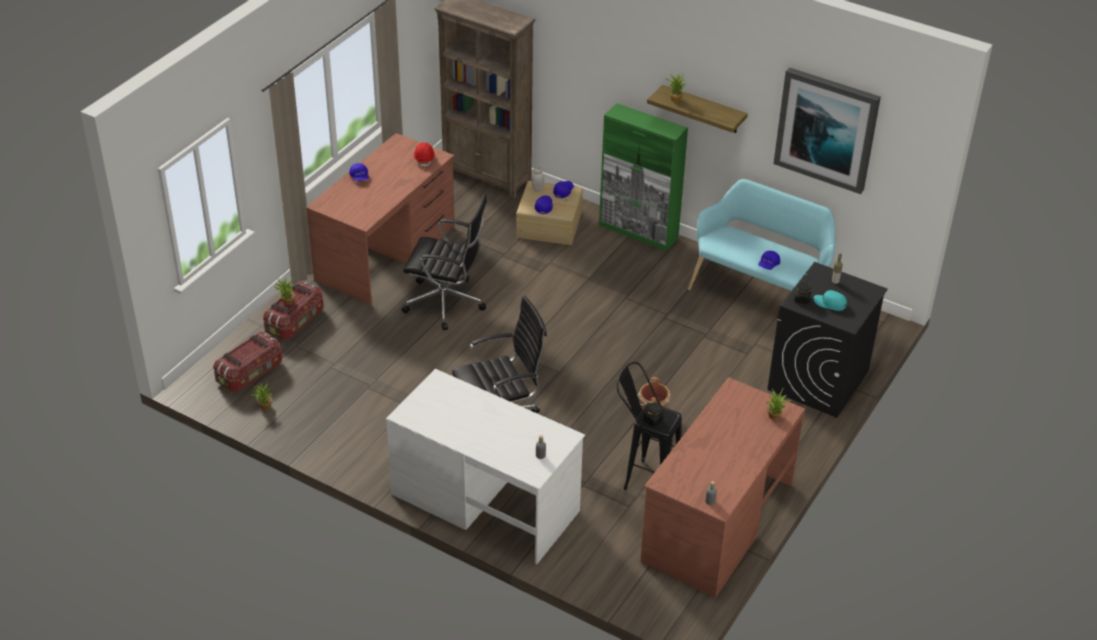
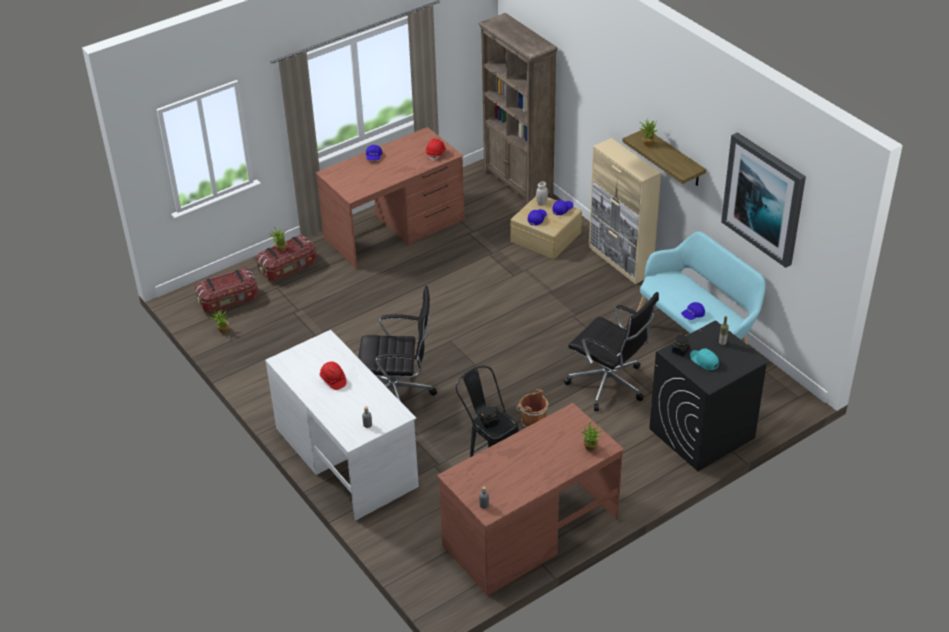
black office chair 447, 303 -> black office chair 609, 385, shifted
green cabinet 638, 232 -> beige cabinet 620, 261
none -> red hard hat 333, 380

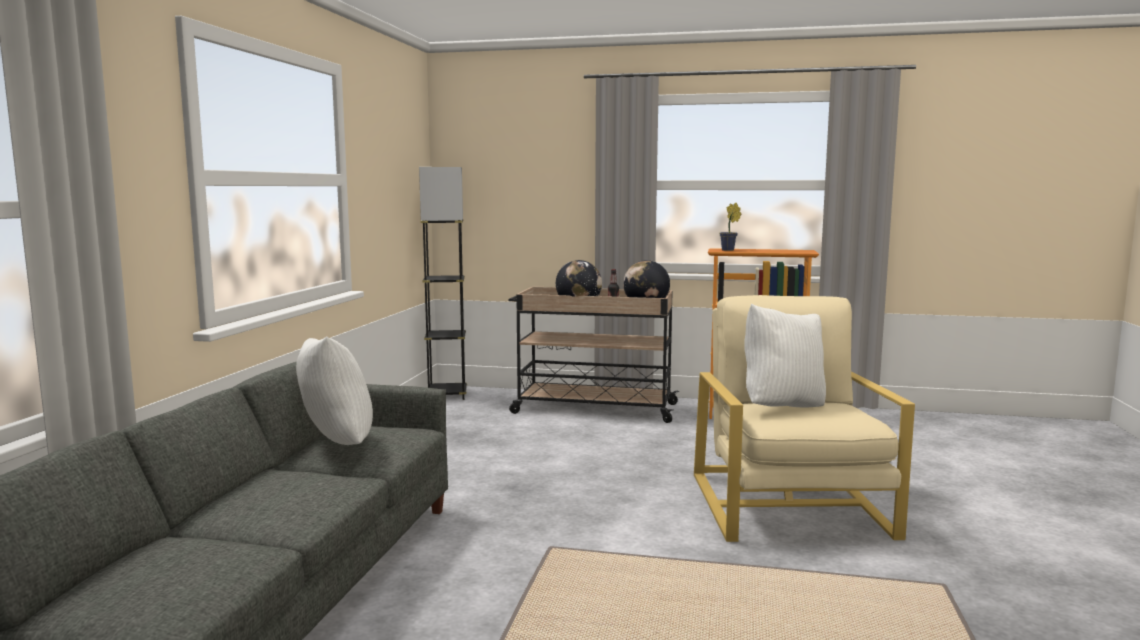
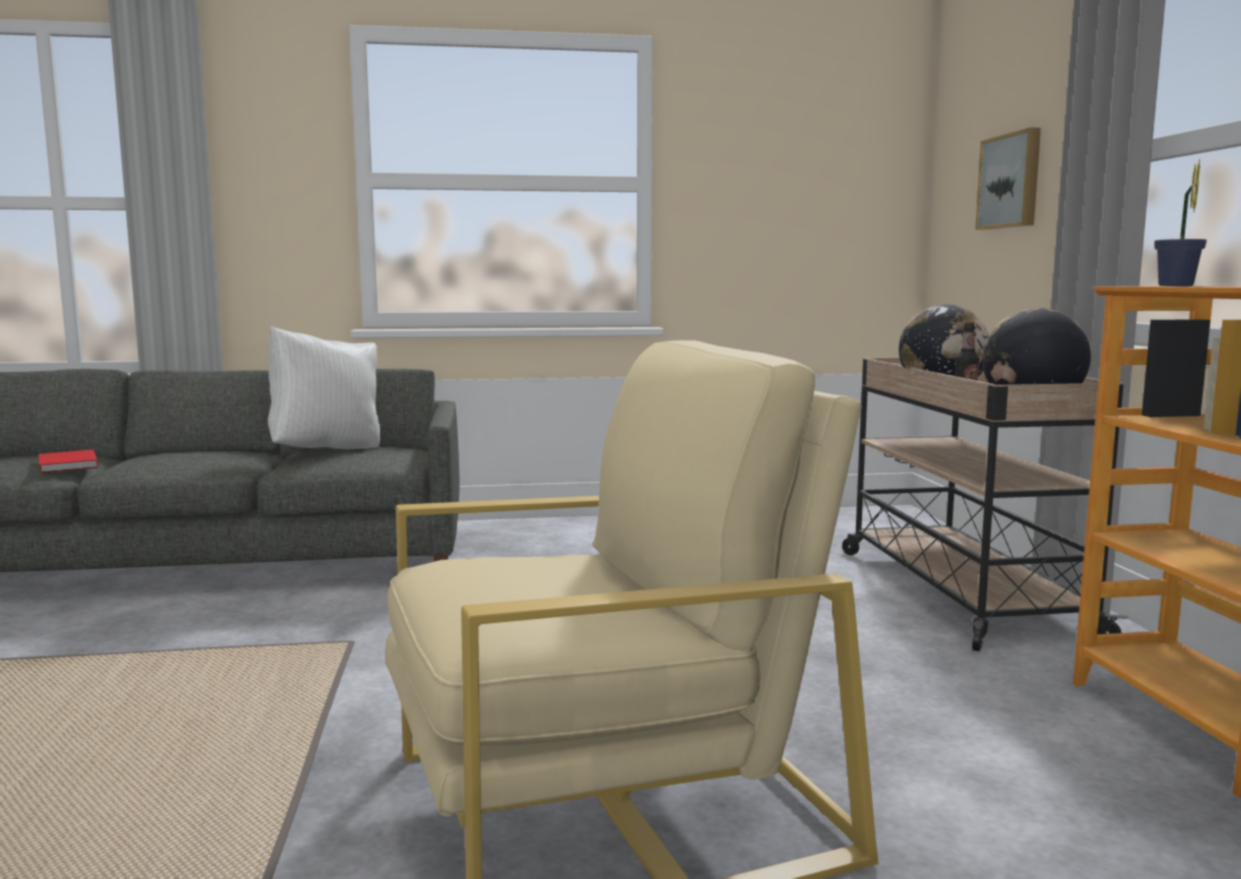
grey floor lamp 447, 395 -> none
white pillow 782, 407 -> none
none -> red book 67, 465
none -> picture 1011, 181

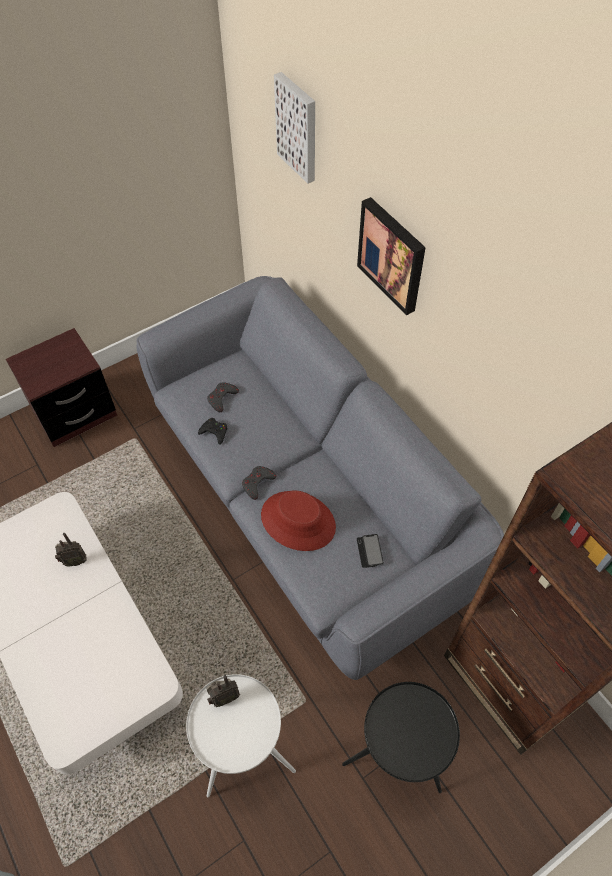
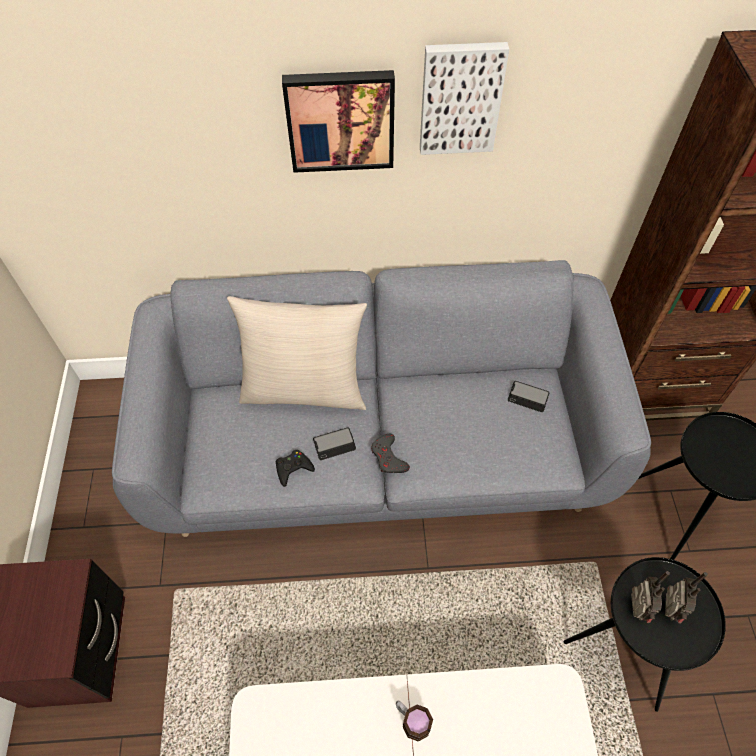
radio 75, 561 -> radio 667, 609, shifted
white side table 244, 750 -> black side table 622, 649
grey game controller 222, 398 -> none
red hat 298, 521 -> none
picture 298, 127 -> picture 460, 98, shifted
none -> beige pillow 304, 389
none -> phone 334, 444
none -> mug 411, 720

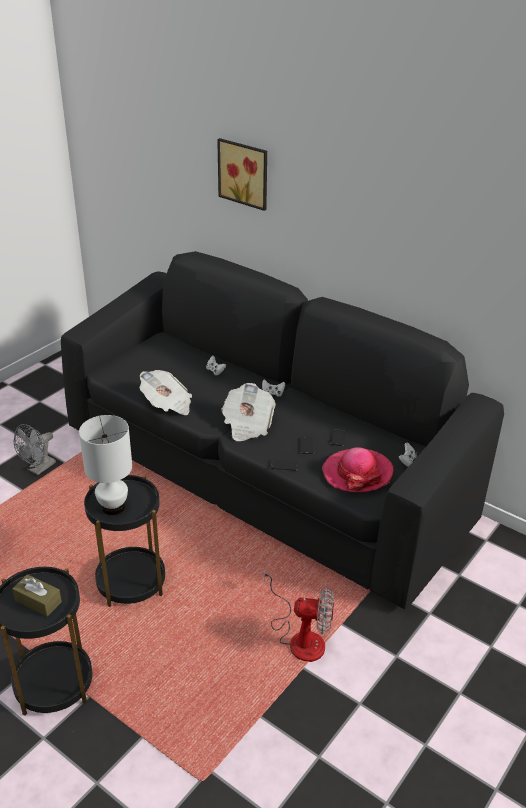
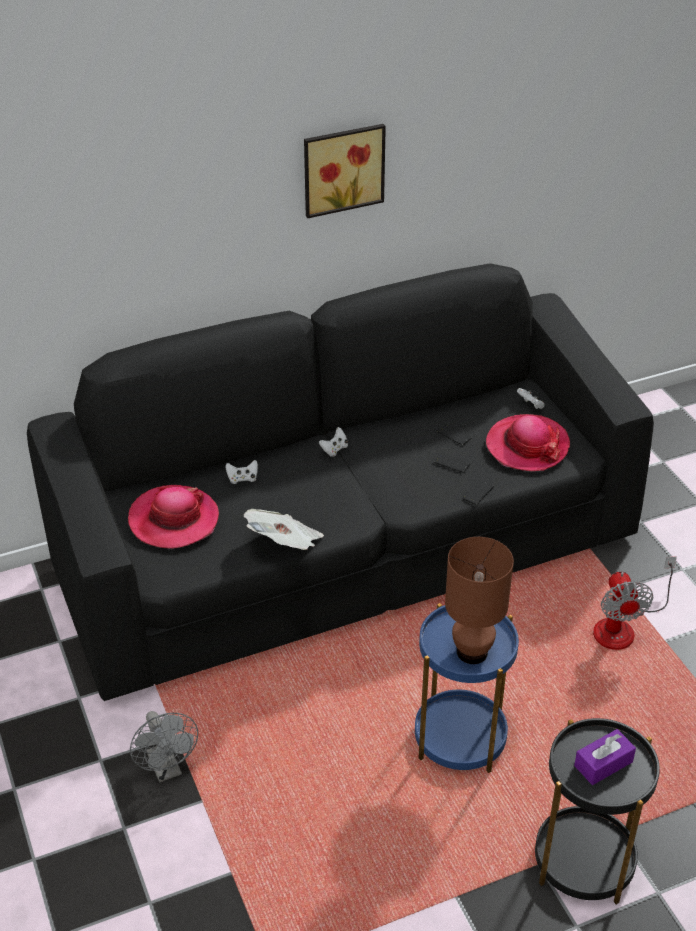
brown tissue box 38, 601 -> purple tissue box 603, 764
white table lamp 112, 507 -> brown table lamp 471, 652
black side table 131, 582 -> blue side table 460, 738
picture 244, 173 -> picture 342, 168, shifted
newspaper 247, 425 -> none
fan 300, 637 -> fan 623, 626, 135 degrees clockwise
none -> hat 173, 520

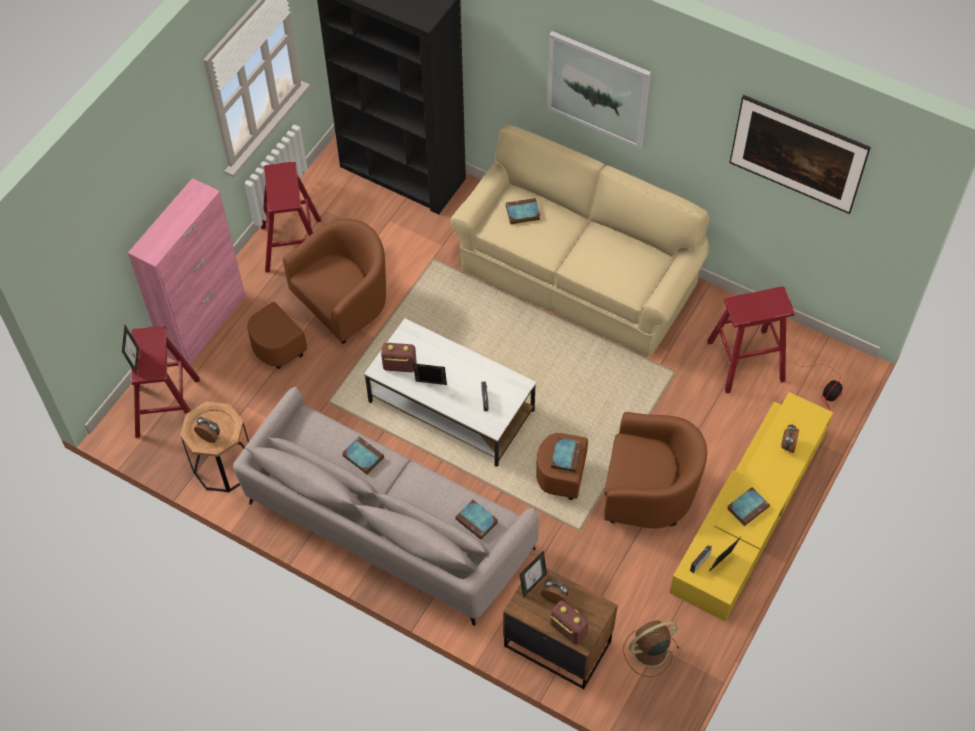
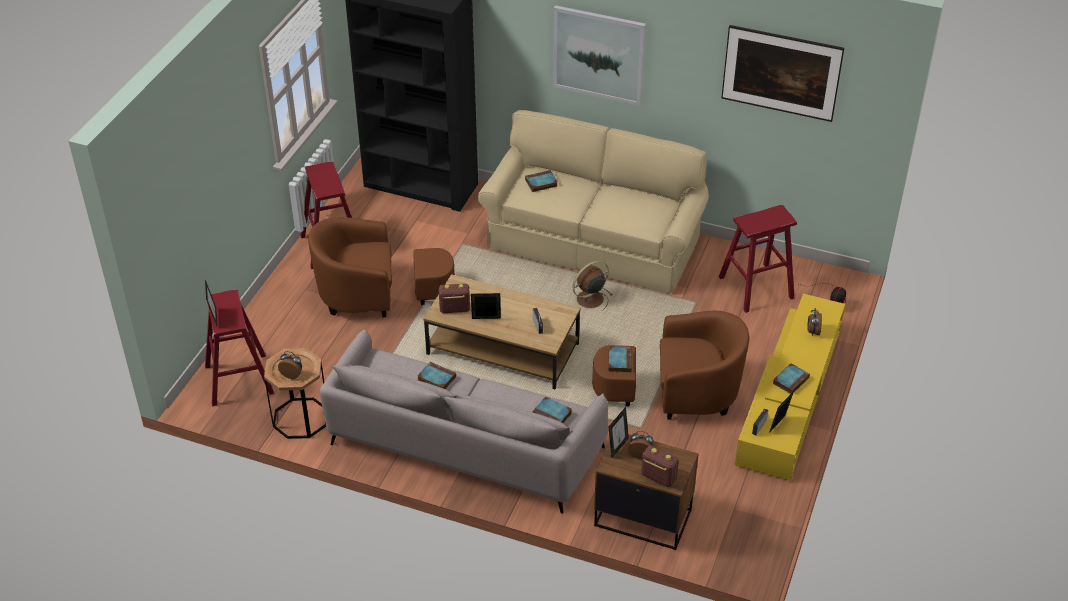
pink cabinet 204, 324 -> none
brown armchair 328, 316 -> brown armchair 376, 295, 135 degrees counterclockwise
white coffee table 451, 406 -> brown coffee table 502, 349
brown fan 648, 651 -> brown fan 588, 300, shifted

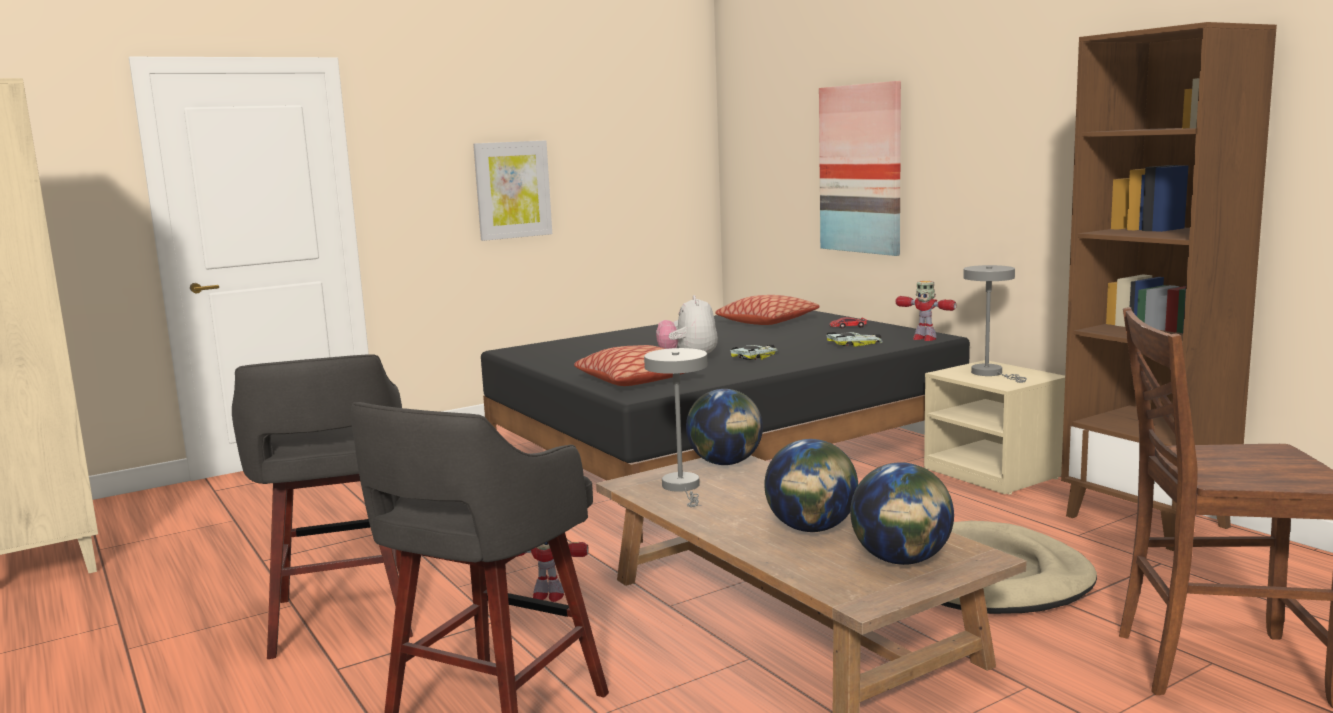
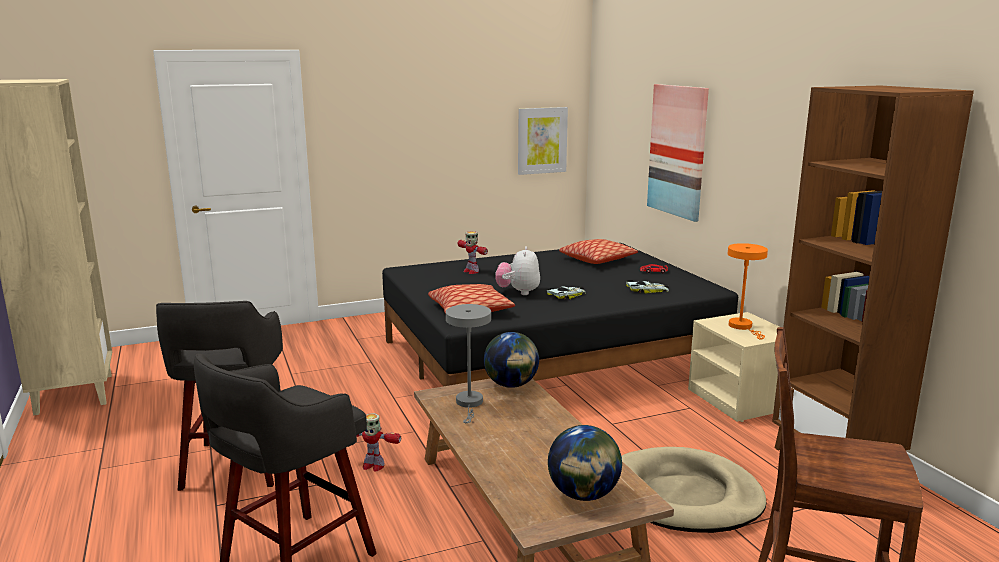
picture 512, 190 -> picture 542, 140, shifted
globe 811, 529 -> none
toy robot 924, 338 -> toy robot 471, 271, shifted
grey table lamp 991, 373 -> orange table lamp 743, 327

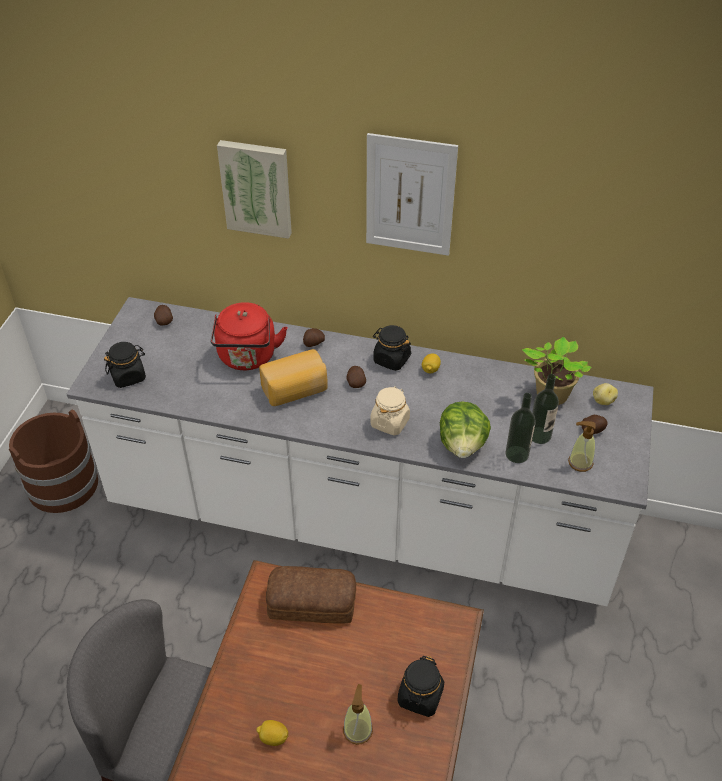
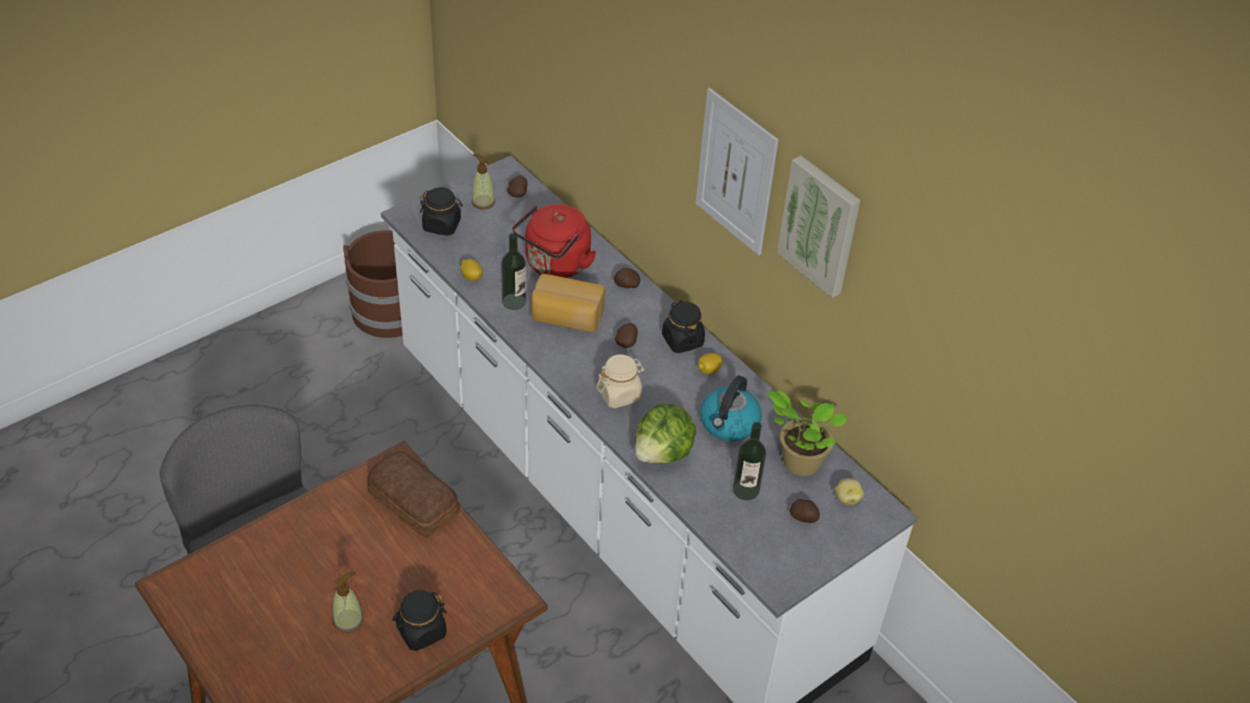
picture 257, 187 -> picture 821, 225, shifted
lemon 273, 738 -> lemon 471, 277, shifted
bottle 517, 454 -> bottle 514, 301, shifted
soap dispenser 580, 462 -> soap dispenser 483, 202, shifted
none -> kettle 729, 424

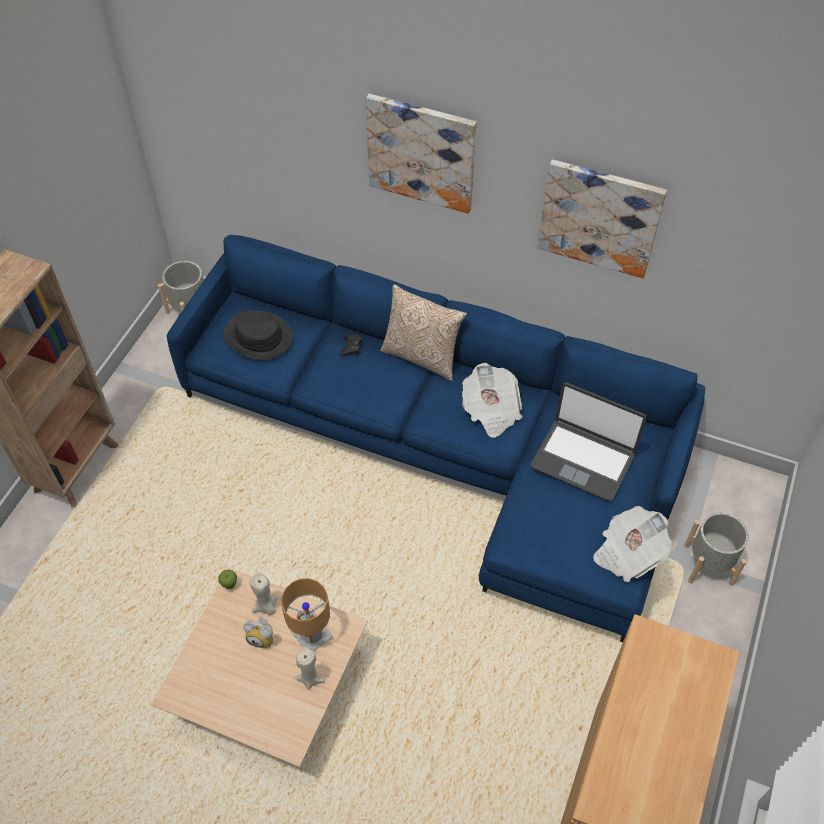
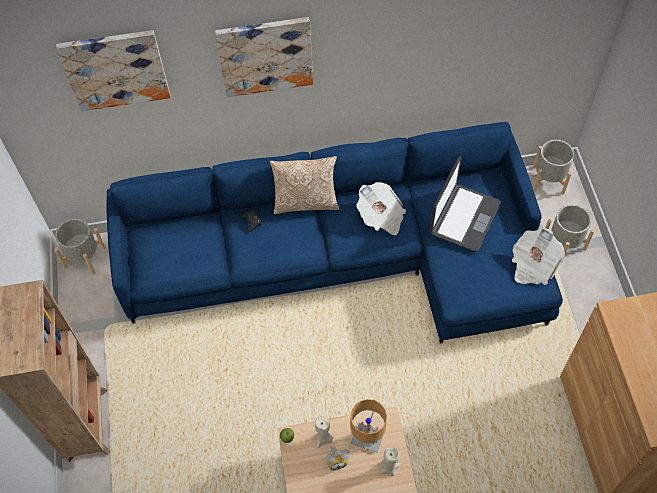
black hat 258, 336 -> none
laptop 583, 459 -> laptop 464, 218, 60 degrees counterclockwise
picture 600, 217 -> picture 115, 69, shifted
none -> grey planter 548, 180

